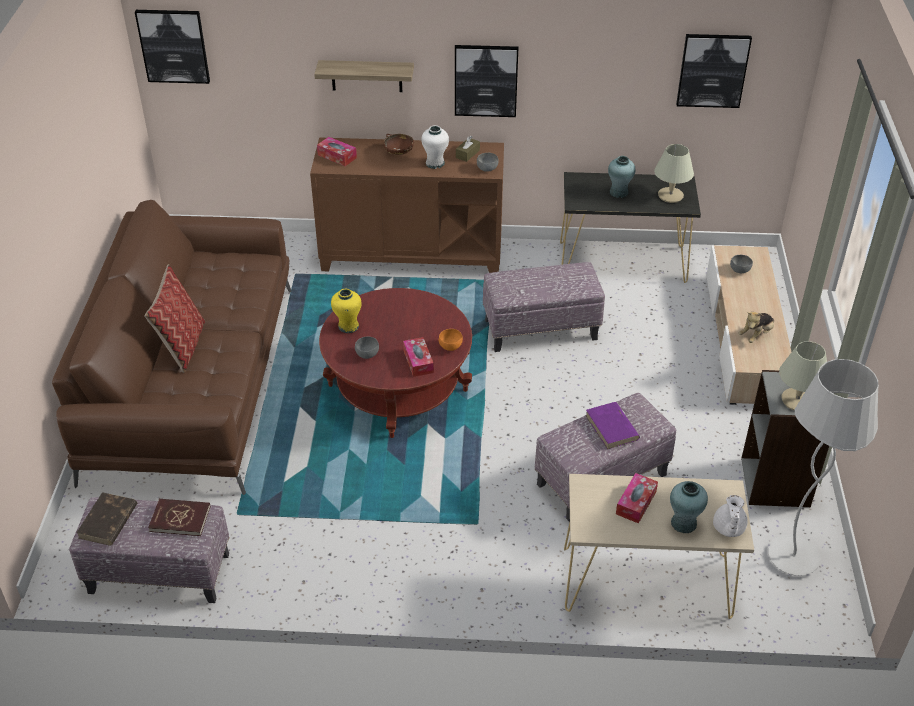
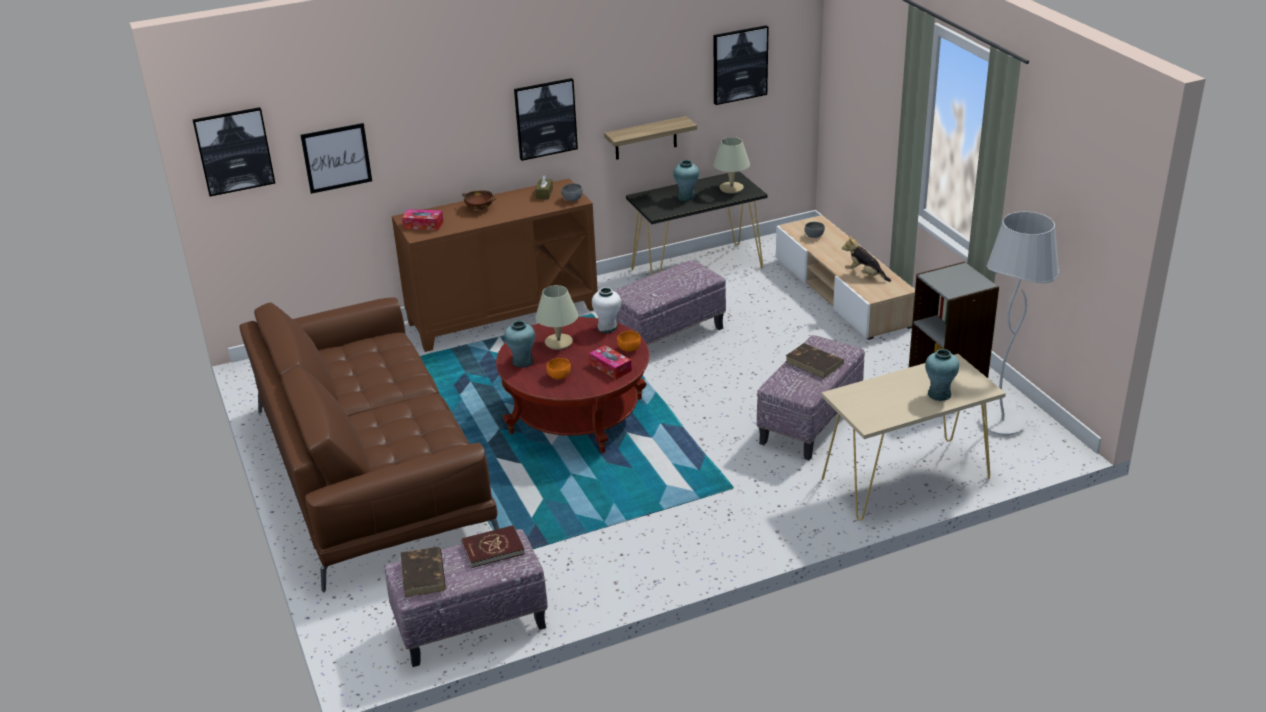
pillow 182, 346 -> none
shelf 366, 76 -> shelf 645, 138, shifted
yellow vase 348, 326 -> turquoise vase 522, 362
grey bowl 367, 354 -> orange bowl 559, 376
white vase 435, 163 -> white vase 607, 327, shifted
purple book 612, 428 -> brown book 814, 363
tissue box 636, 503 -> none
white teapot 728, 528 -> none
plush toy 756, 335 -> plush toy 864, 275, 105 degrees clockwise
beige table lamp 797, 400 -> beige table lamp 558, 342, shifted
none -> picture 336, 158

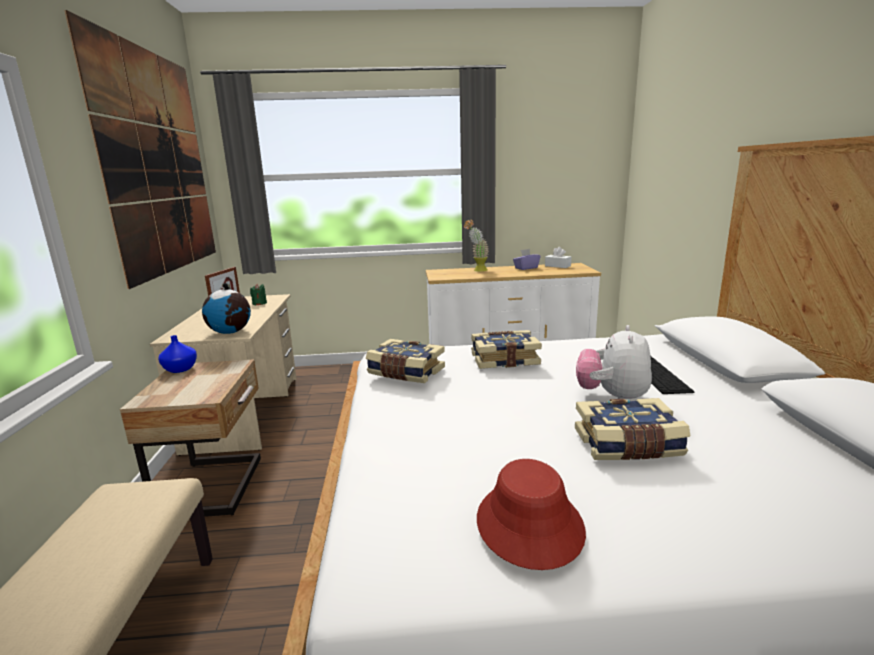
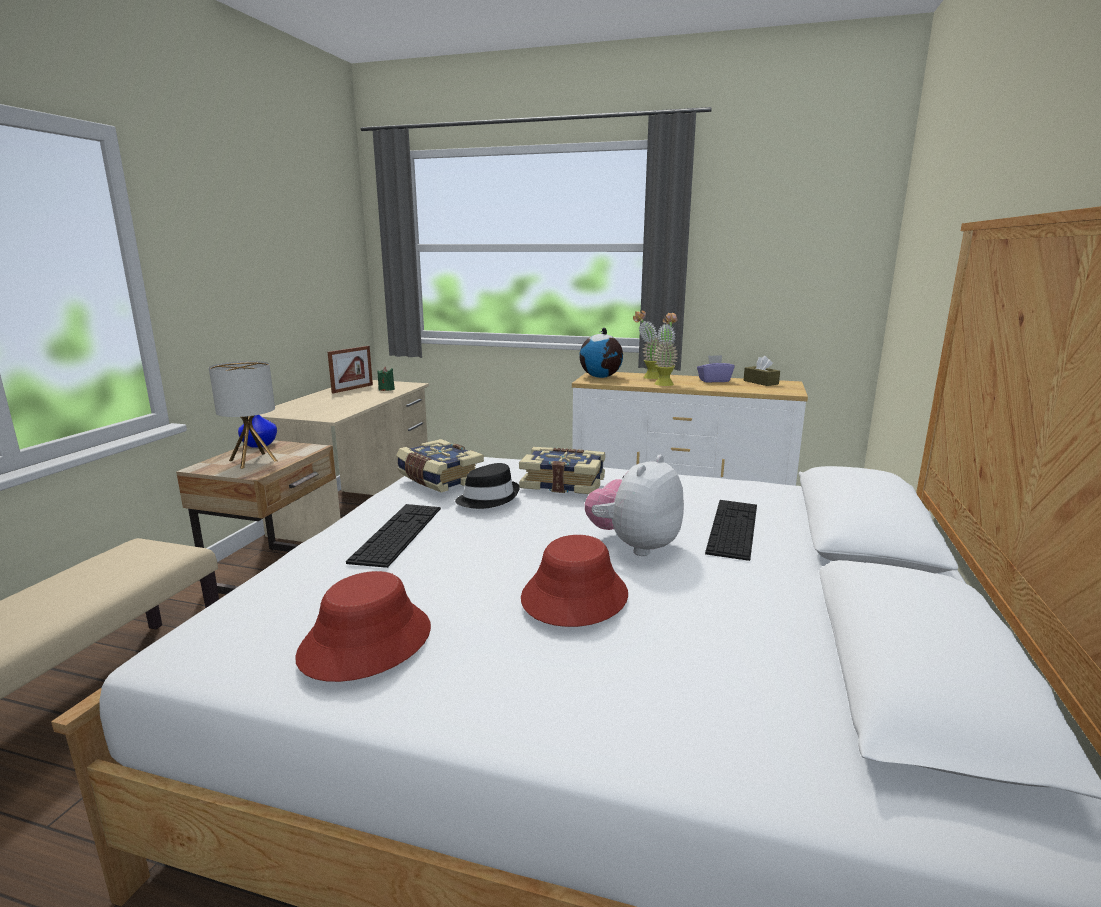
picture 159, 163 -> none
globe 230, 332 -> globe 601, 377, shifted
white tissue box 557, 266 -> brown tissue box 760, 382
book 628, 445 -> red hat 574, 596
none -> table lamp 253, 460
none -> keyboard 397, 533
none -> black hat 488, 498
none -> potted plant 664, 383

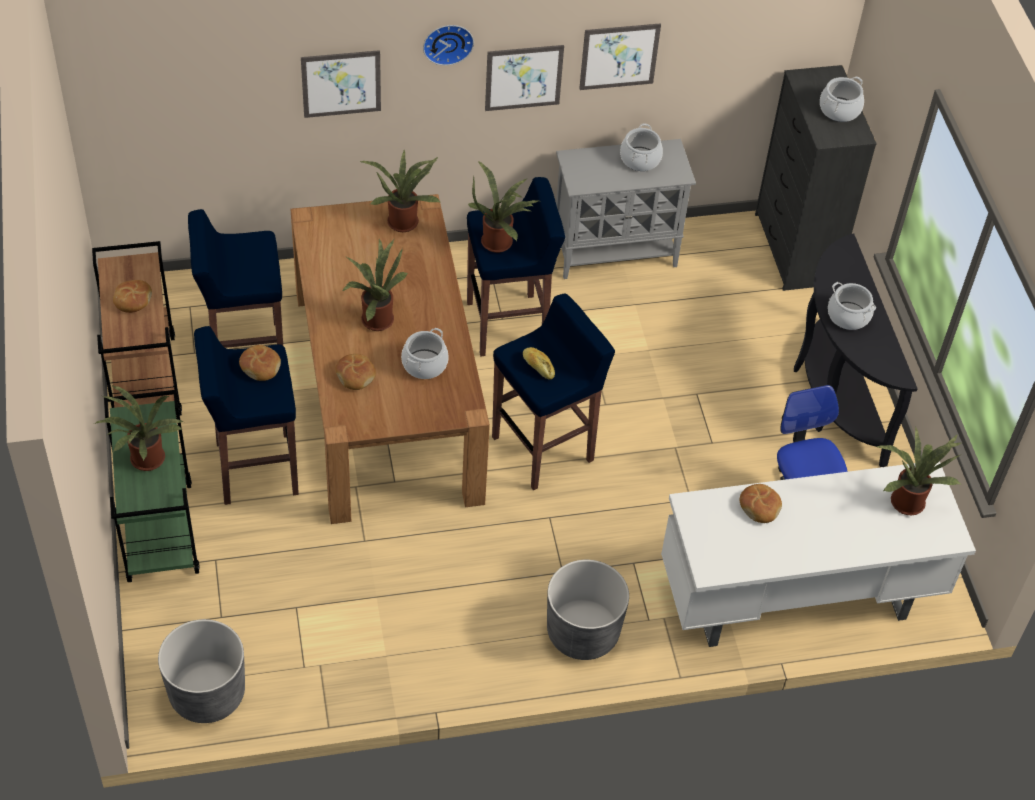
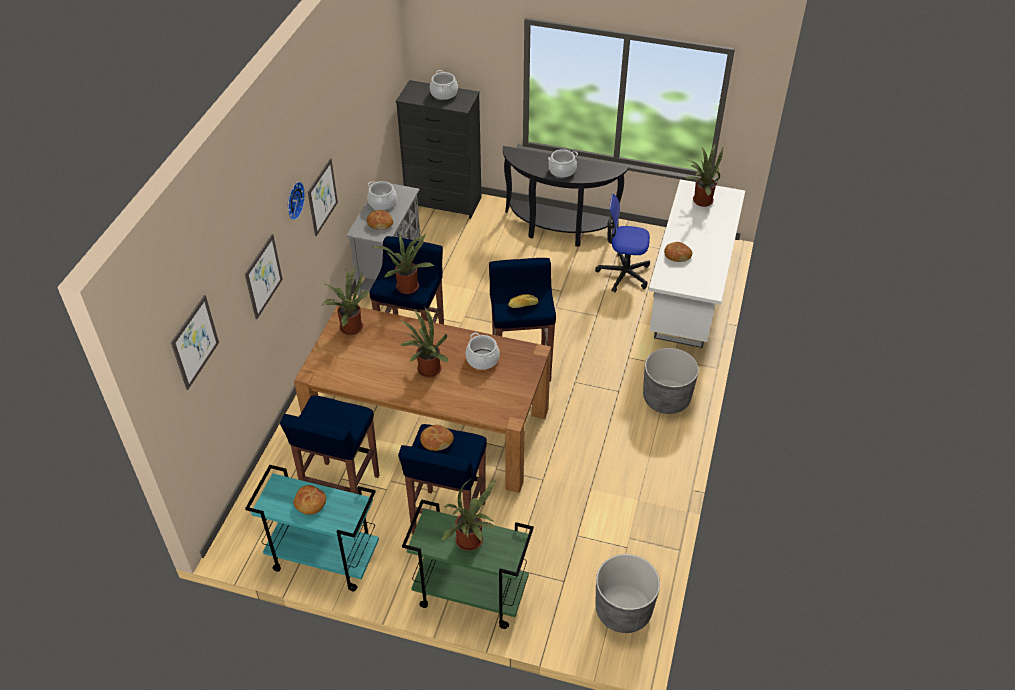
brown cart 144, 378 -> turquoise cart 323, 559
bread 356, 375 -> bread 380, 223, shifted
picture 619, 56 -> picture 195, 342, shifted

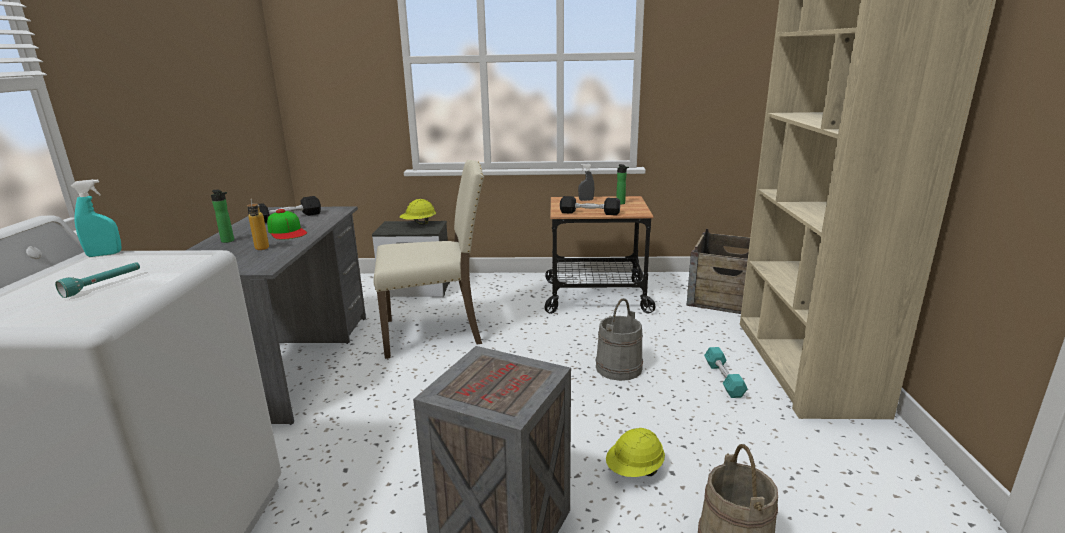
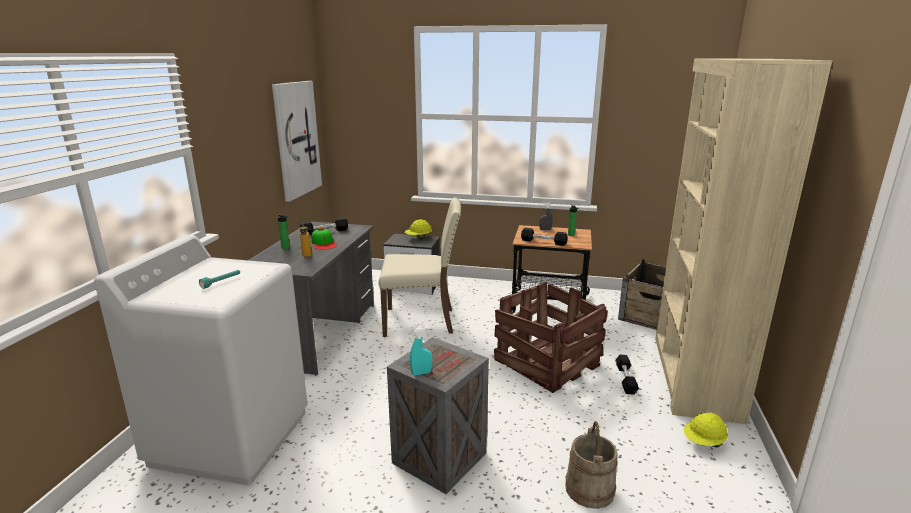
turquoise spray bottle 104, 254 -> turquoise spray bottle 421, 373, shifted
grey bucket 618, 368 -> crate 548, 362
yellow hard hat 635, 470 -> yellow hard hat 703, 442, shifted
turquoise dumbbell 723, 379 -> black dumbbell 625, 379
none -> picture 296, 139

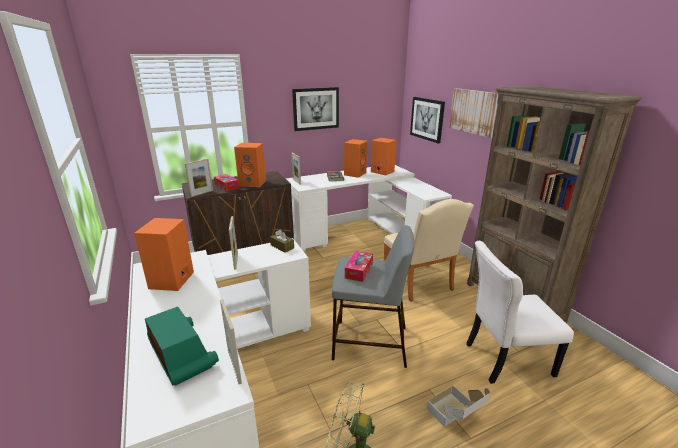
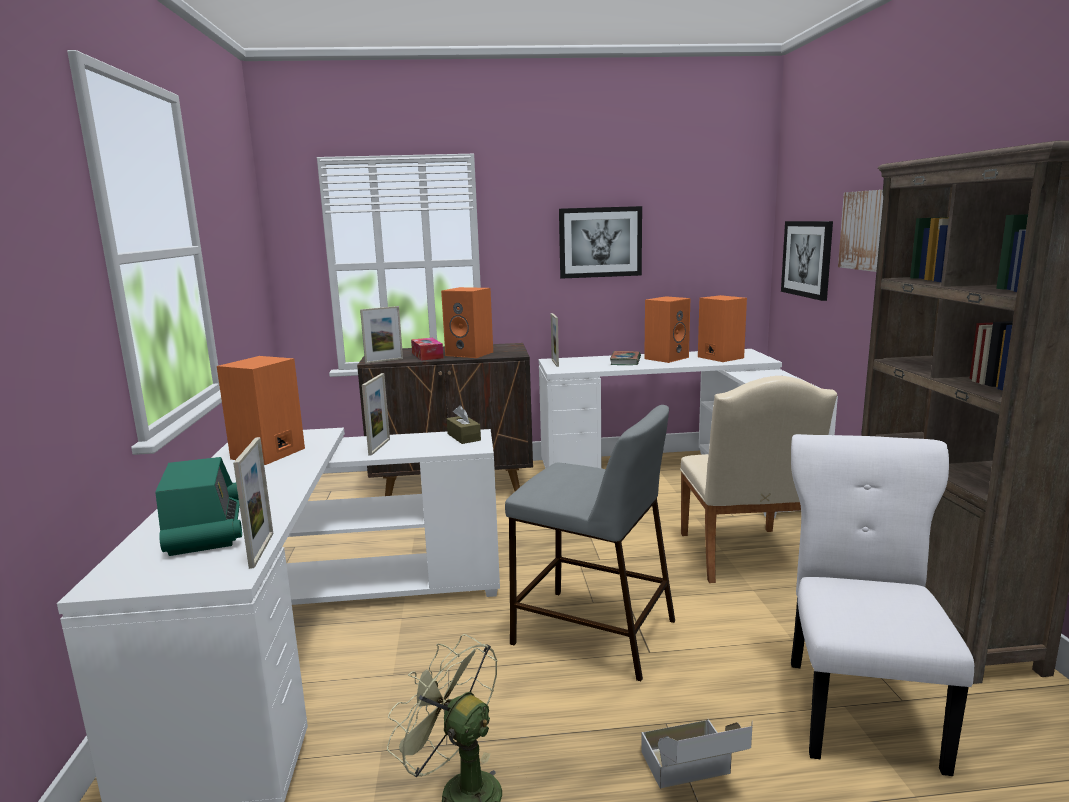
tissue box 359, 271 -> none
white chair 505, 359 -> white chair 860, 708, 90 degrees clockwise

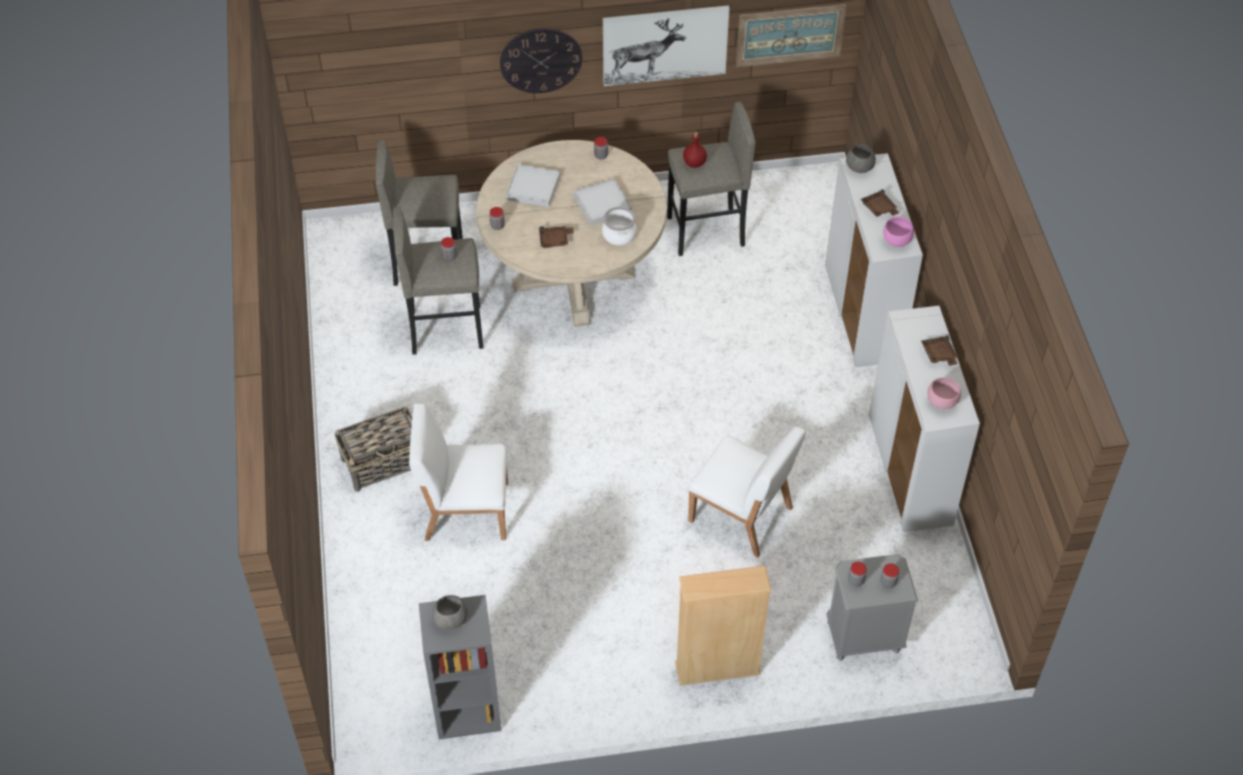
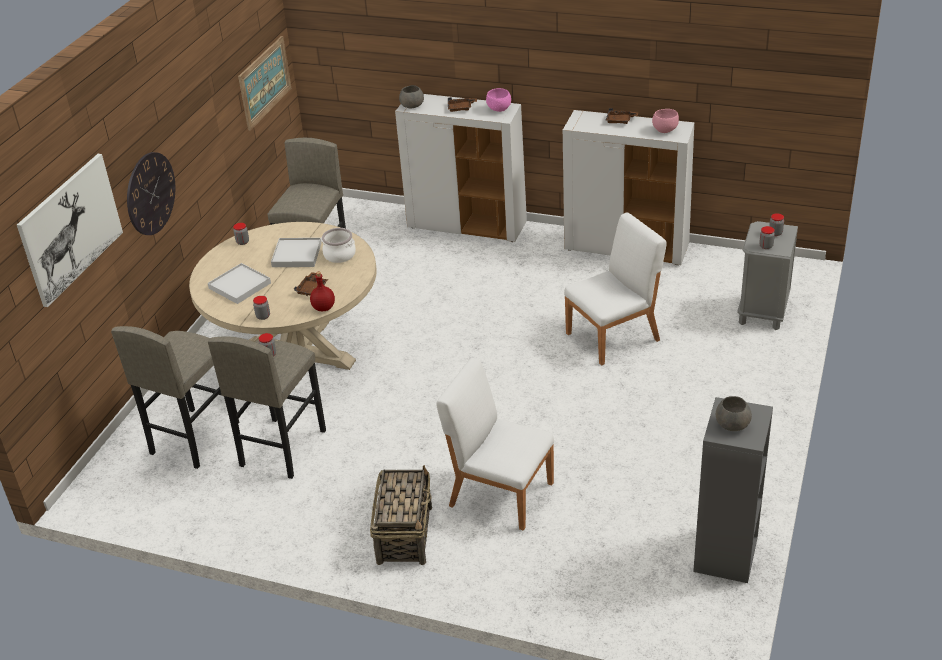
white chair 465, 510 -> white chair 500, 493, 90 degrees clockwise
picture 665, 44 -> picture 71, 228, shifted
beige bookcase 717, 669 -> none
red bottle 694, 163 -> red bottle 324, 308, shifted

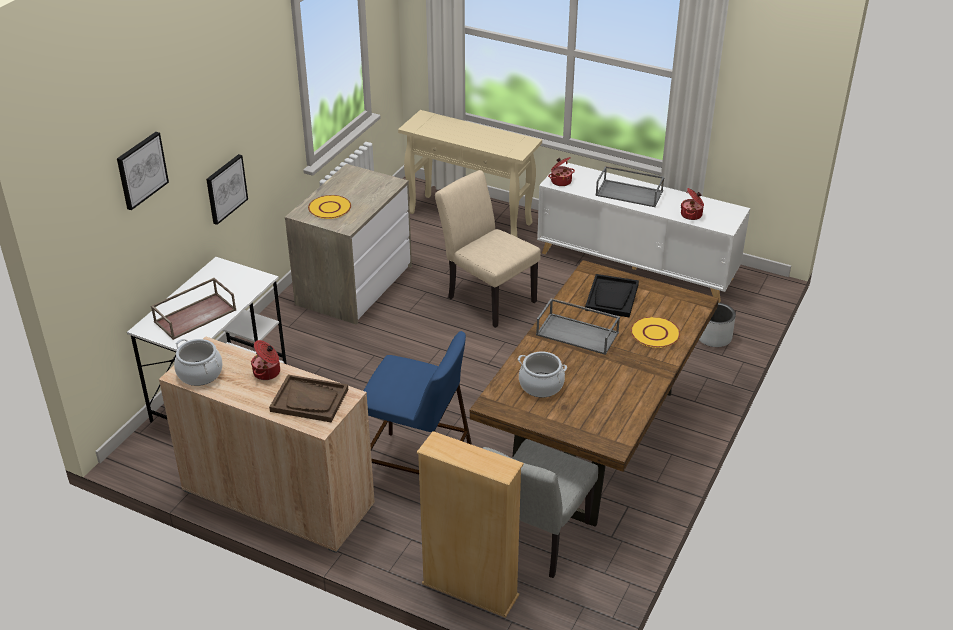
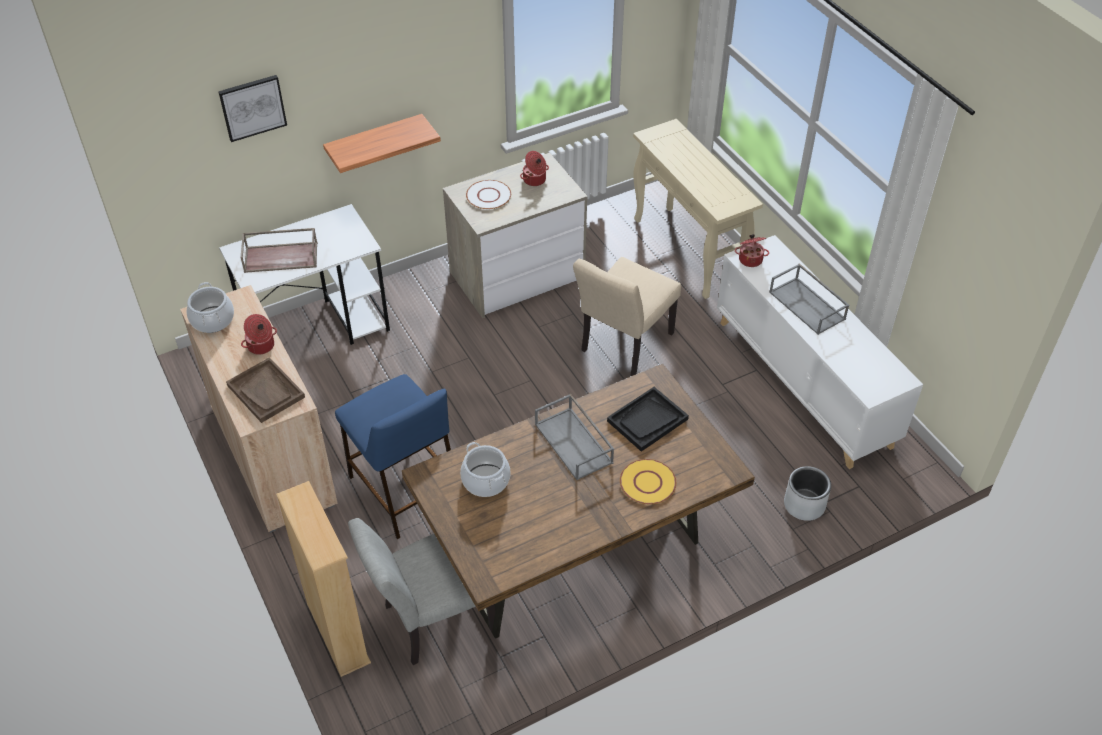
picture 225, 188 -> shelf 375, 143
yellow plate 329, 208 -> white plate 488, 195
beige chair 486, 297 -> beige chair 622, 346, 135 degrees counterclockwise
cooking pot 692, 215 -> cooking pot 535, 180, shifted

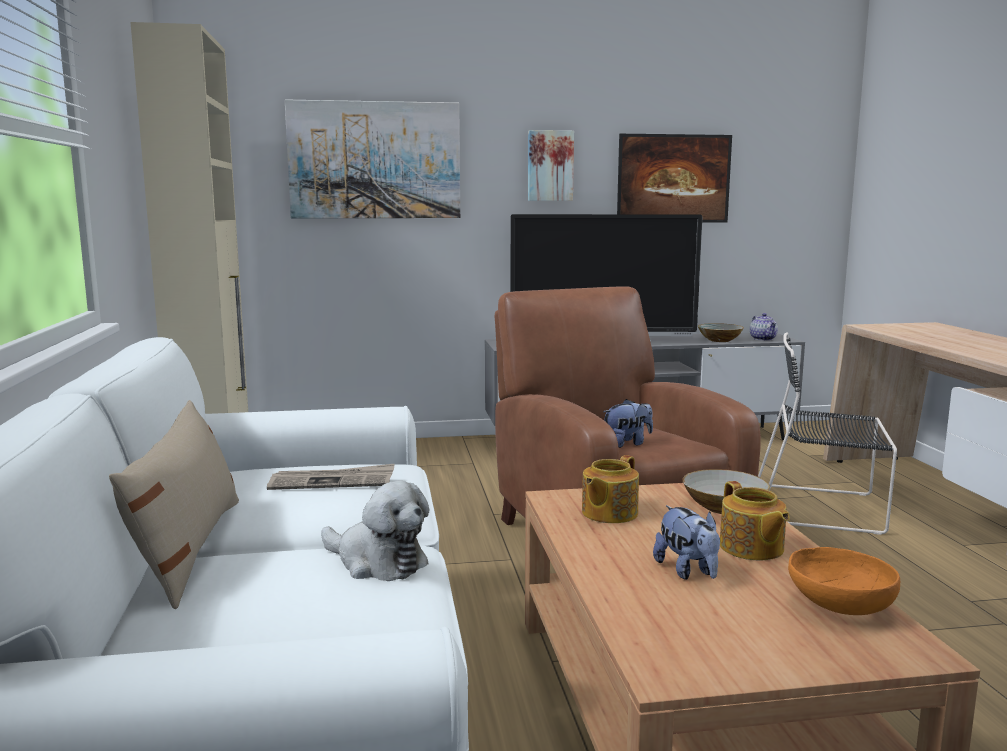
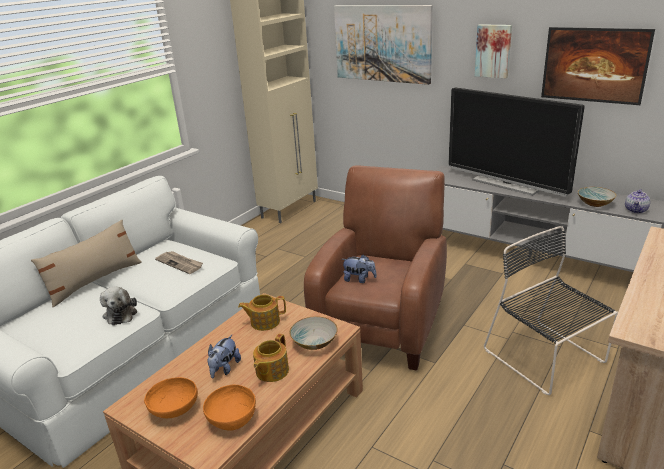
none -> orange bowl 174, 410

